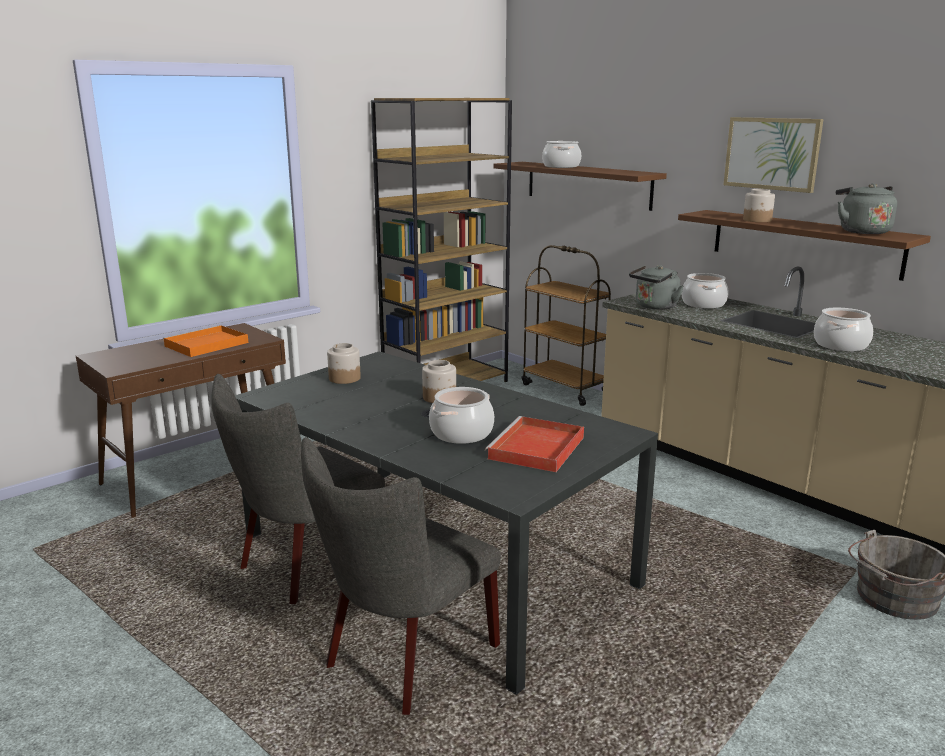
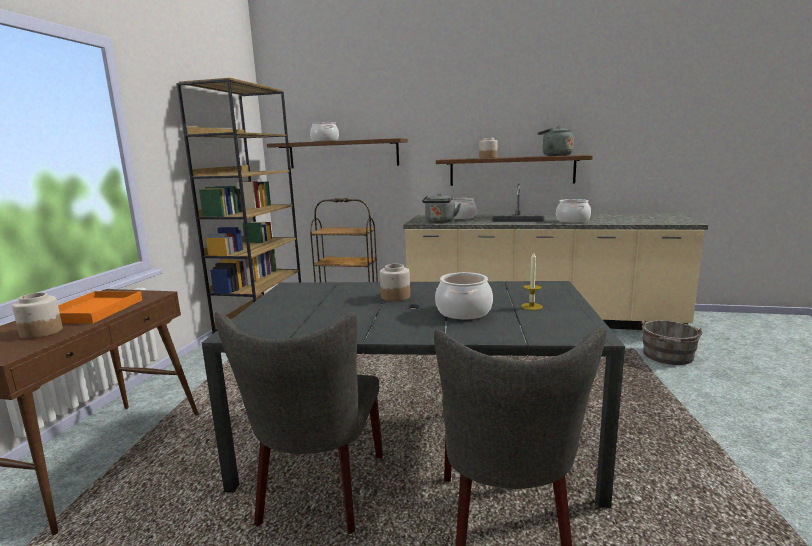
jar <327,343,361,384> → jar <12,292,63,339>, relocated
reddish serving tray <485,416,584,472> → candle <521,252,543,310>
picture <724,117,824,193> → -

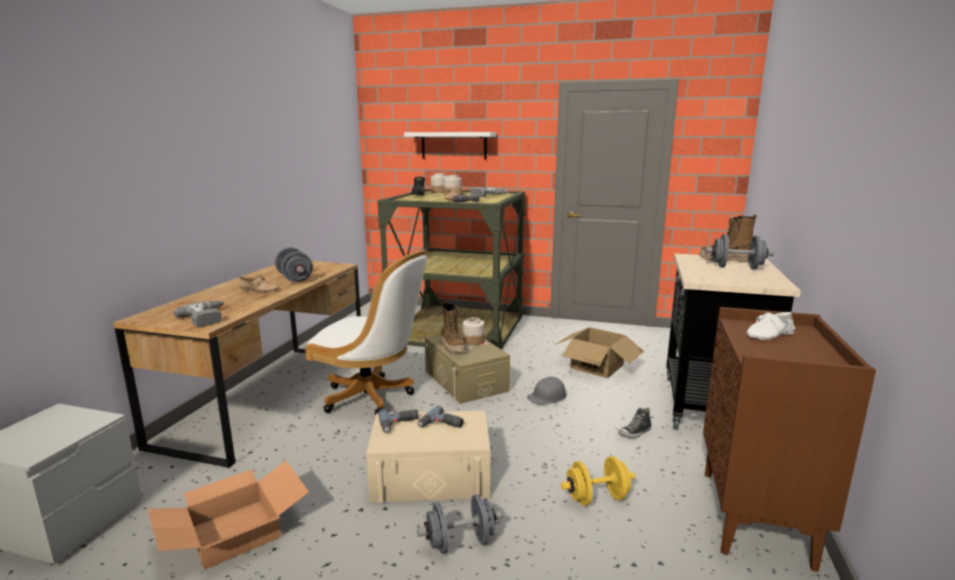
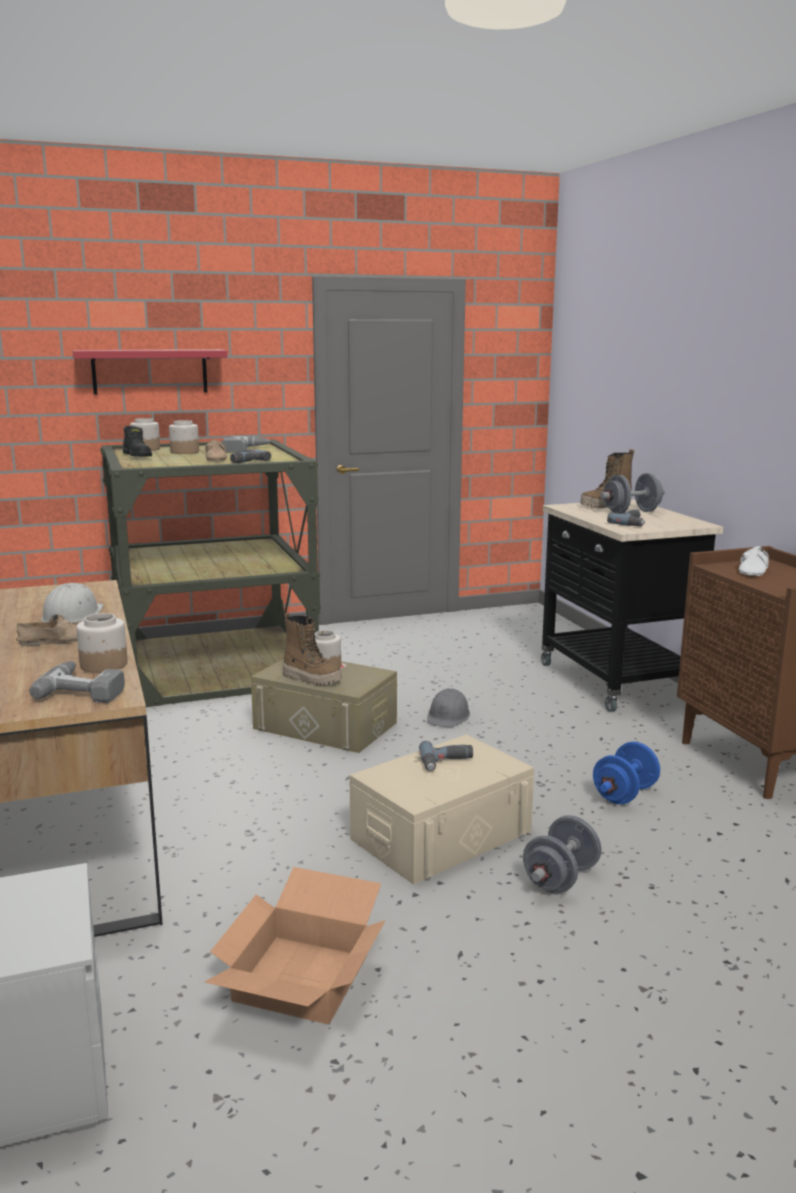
greyish dumbbell <275,247,313,282> → white-coloured safety helmet <41,583,104,623>
white-coloured bracket shelf <404,132,496,159> → reddish bracket shelf <73,349,227,395>
- → jar <76,613,128,673>
yellowish dumbbell <561,456,635,506> → blue dumbbell <593,742,660,804>
power drill <378,409,419,433> → power drill <607,509,645,527>, relocated
white-coloured computer chair <305,250,427,415> → -
packing box <554,327,644,378> → -
low shoe <618,407,651,438> → -

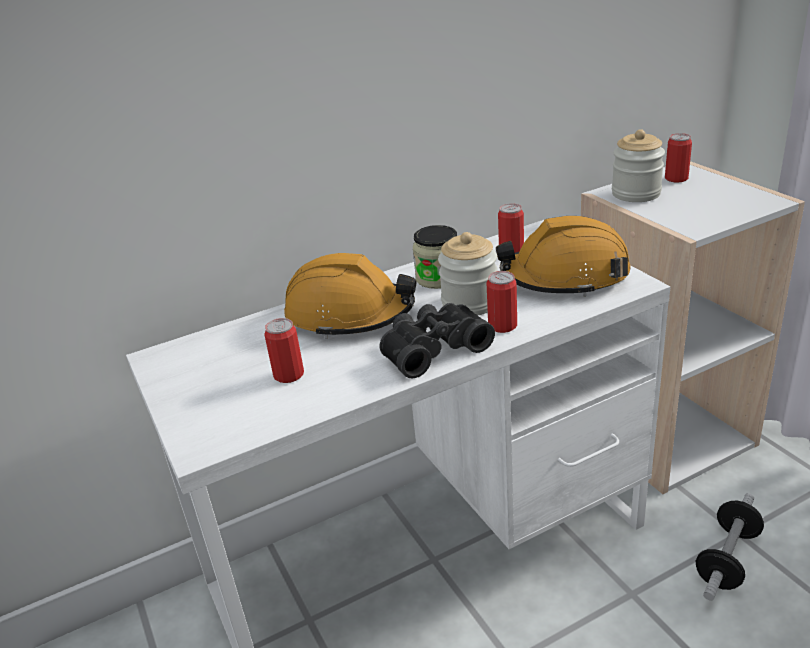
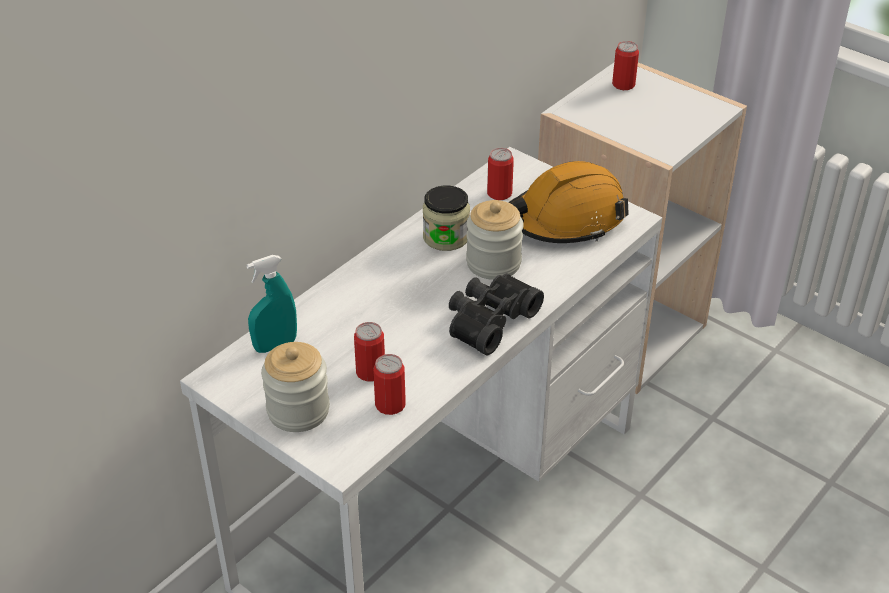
- → blue-green sprayer <246,255,297,353>
jar <612,129,665,202> → jar <261,342,330,432>, relocated
can <487,271,517,333> → can <373,354,406,415>, relocated
orangey safety helmet <284,253,416,339> → -
dumbbell <696,494,764,601> → -

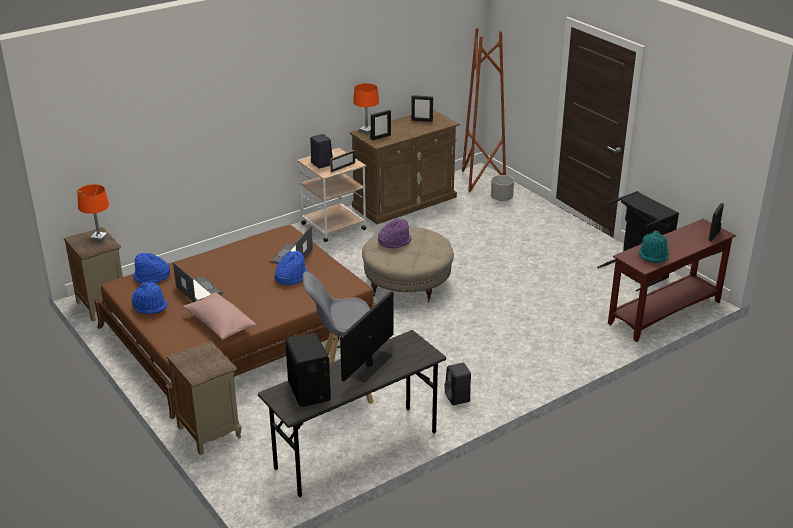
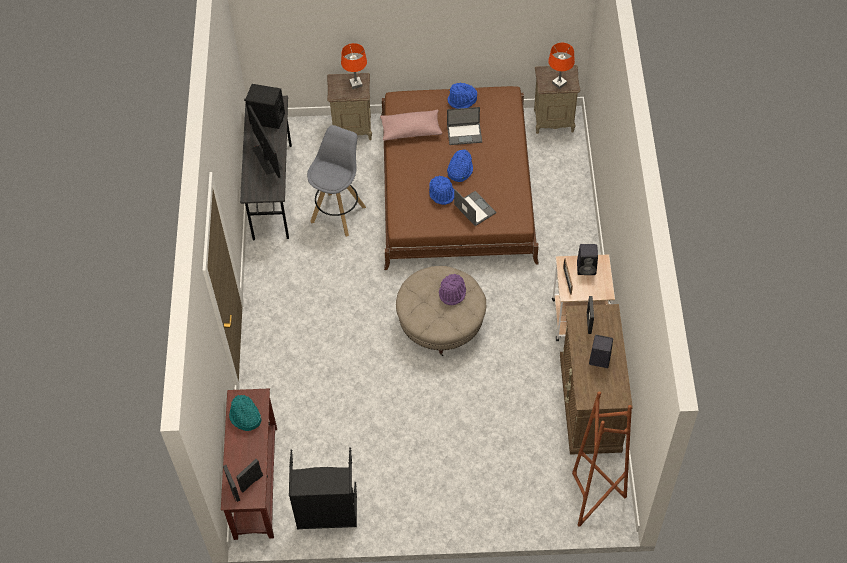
standing frame <411,95,433,122> → standing frame <236,459,263,492>, relocated
orangey lamp for a table <353,83,379,135> → orangey lamp for a table <341,43,367,89>, relocated
blue hat <133,253,170,284> → blue hat <447,149,473,182>, relocated
blackish loudspeaker <445,363,471,405> → blackish loudspeaker <589,335,613,368>, relocated
greyish flower pot <491,175,514,201> → -

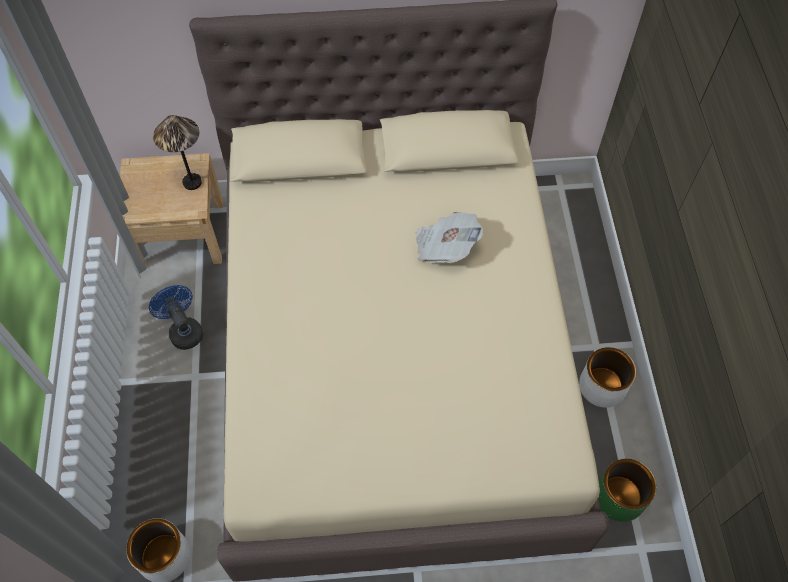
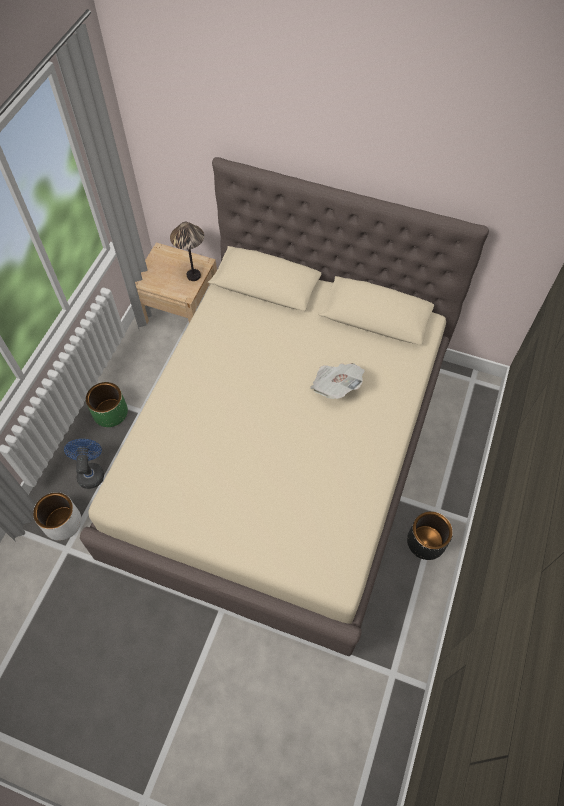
blue electric fan <149,285,203,350> → blue electric fan <64,439,104,489>, relocated
greenish flower pot <598,459,656,522> → greenish flower pot <86,382,128,427>, relocated
white-coloured flower pot <579,347,636,408> → blackish flower pot <407,511,453,560>

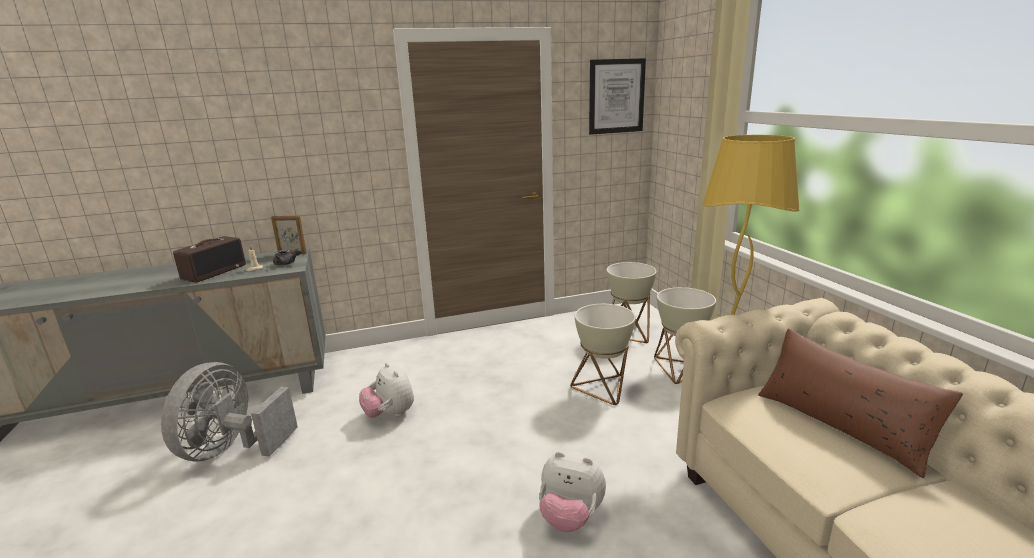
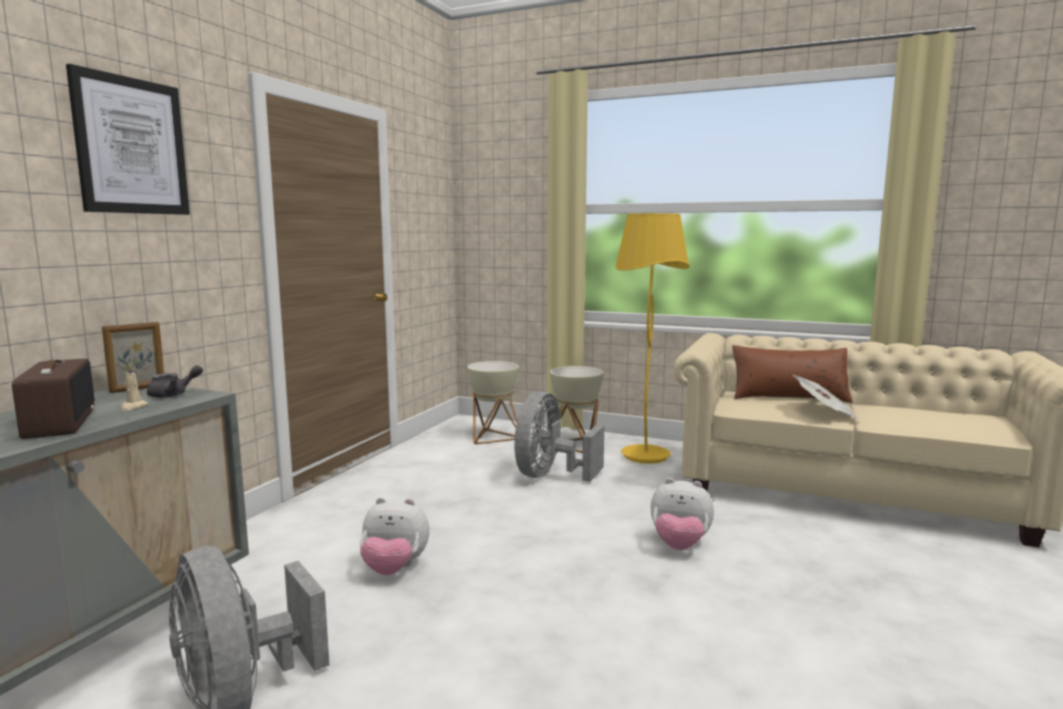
picture <589,58,646,135> → picture <66,64,190,215>, relocated
flower pot <570,304,636,405> → greyish electric fan <514,391,604,482>
plush toy <539,451,606,532> → plush toy <650,478,714,550>, 45 degrees clockwise
- → printed paper <793,375,859,419>

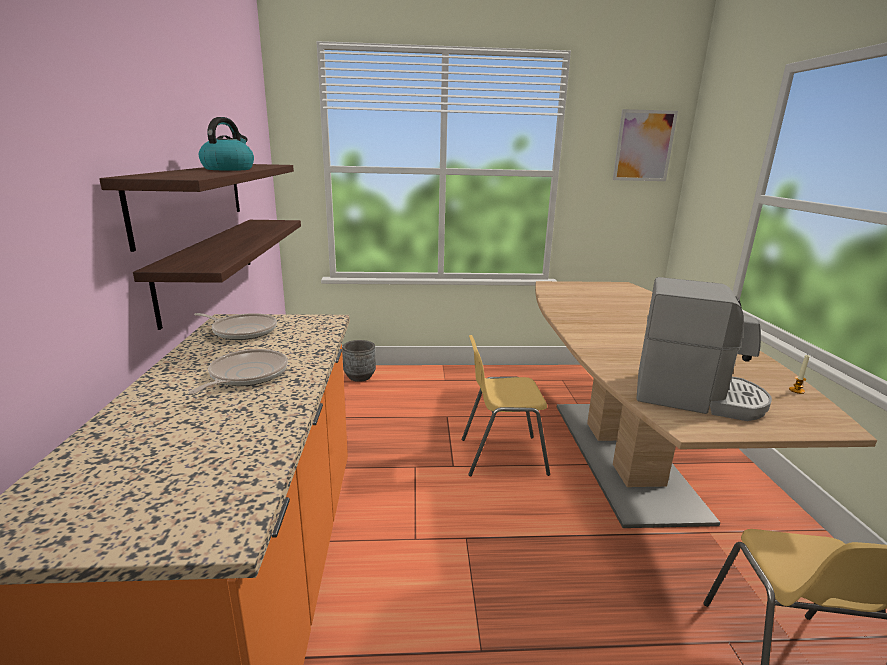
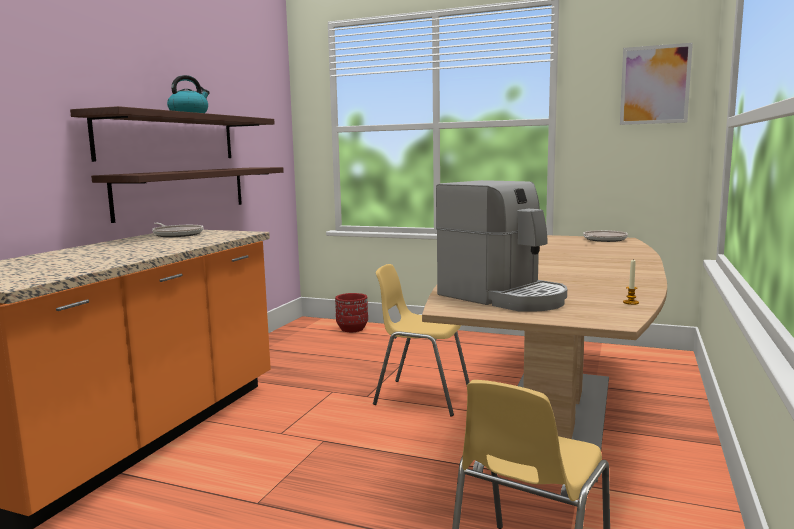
greyish flower pot <342,340,376,382> → reddish flower pot <335,293,368,332>
frying pan <188,349,288,395> → frying pan <583,230,628,242>, relocated

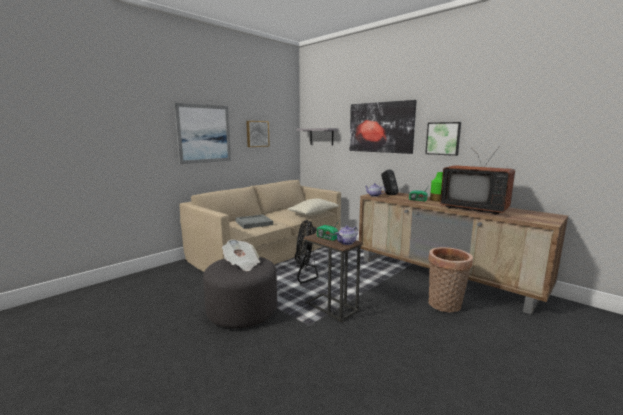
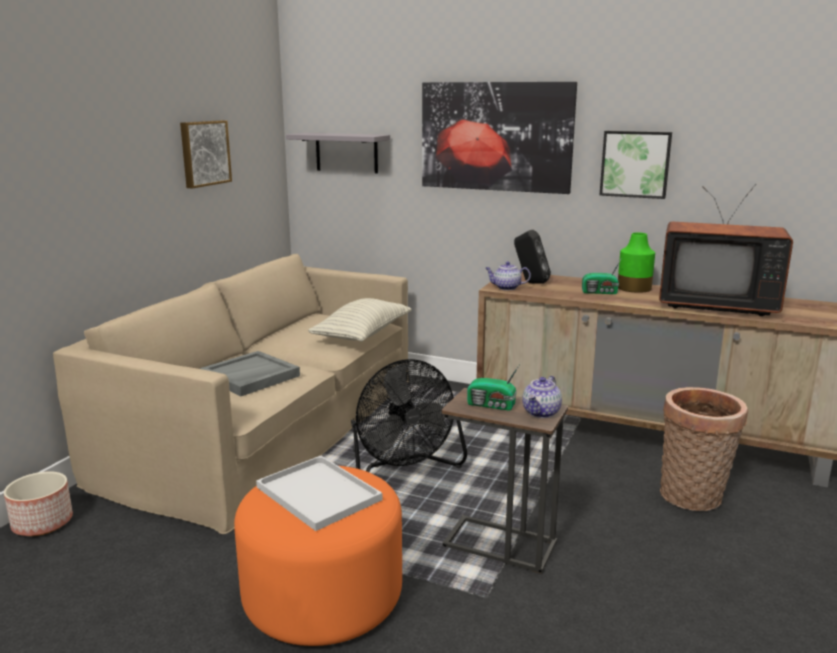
- → flower pot <4,471,73,536>
greyish footrest <203,257,277,329> → orangey footrest <234,466,402,646>
printed paper <222,239,261,271> → white-coloured serving tray <256,455,382,531>
blackish electric fan <295,220,335,284> → blackish electric fan <351,359,467,472>, 90 degrees counterclockwise
picture <174,103,231,164> → -

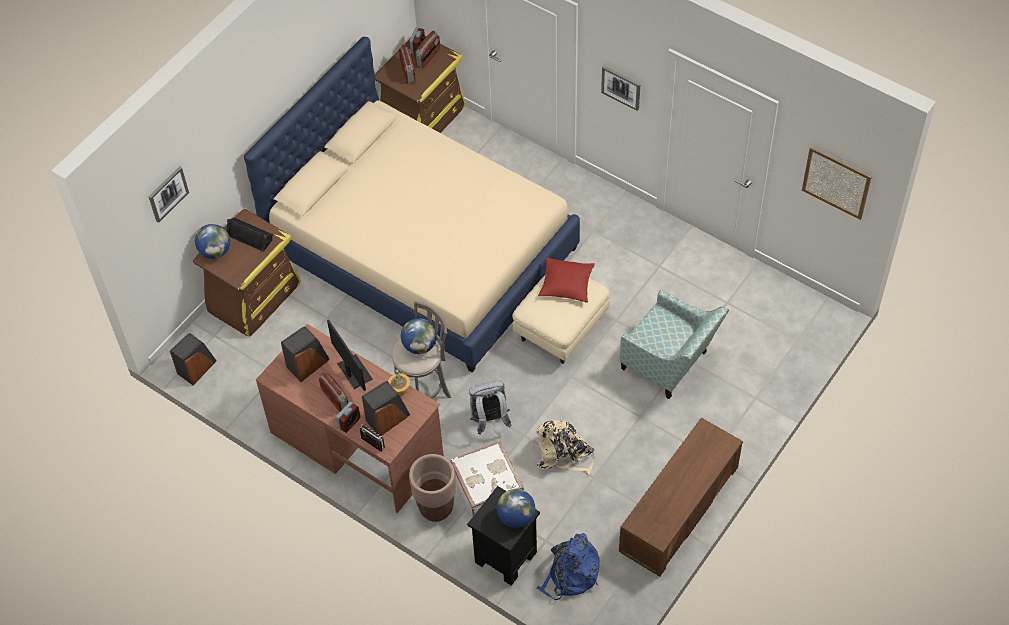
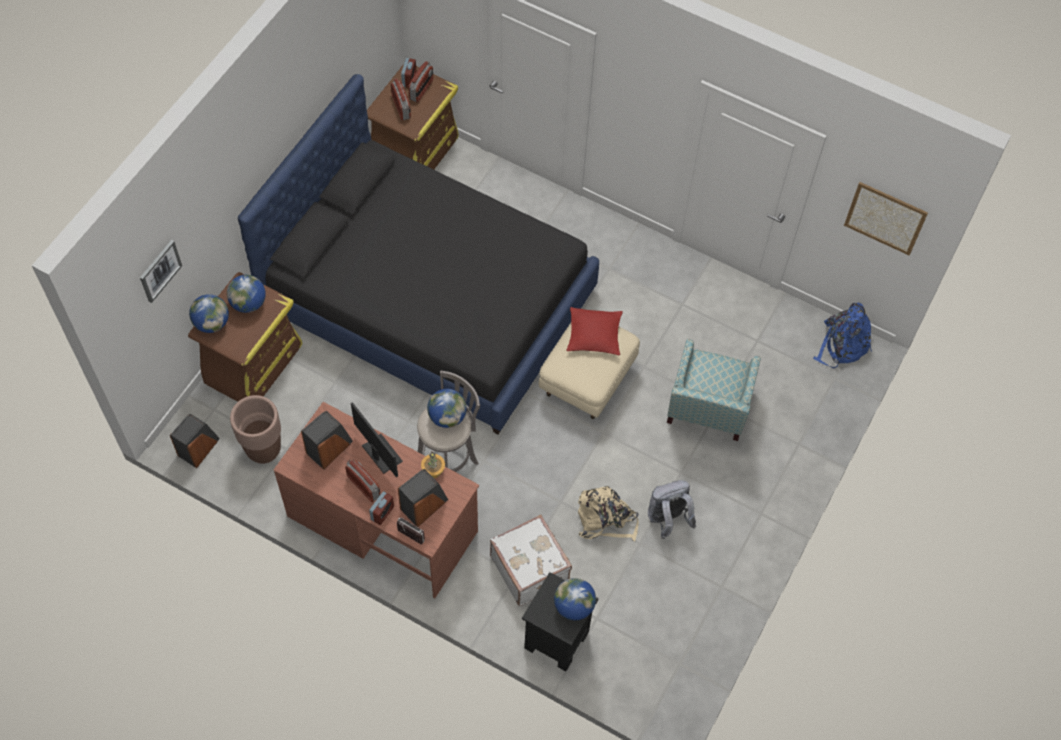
blackish loudspeaker <226,218,273,252> → desk globe <227,275,266,313>
brownish flower pot <409,454,456,522> → brownish flower pot <230,395,281,464>, relocated
sand-coloured sleeping bed <244,37,580,372> → blackish sleeping bed <238,74,599,434>
greyish rucksack <469,381,512,435> → greyish rucksack <648,480,696,539>, relocated
armchair <620,289,729,399> → armchair <667,339,761,441>, 75 degrees clockwise
blue rucksack <537,533,600,600> → blue rucksack <813,303,872,368>, relocated
picture <601,66,641,111> → -
brownish indoor bench <619,418,743,577> → -

